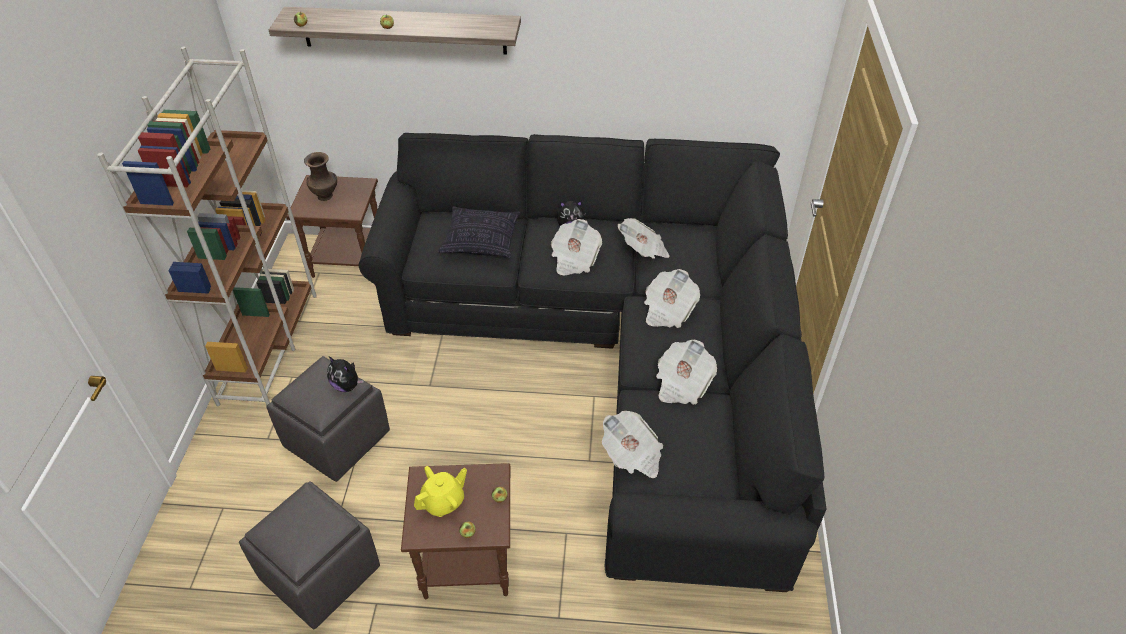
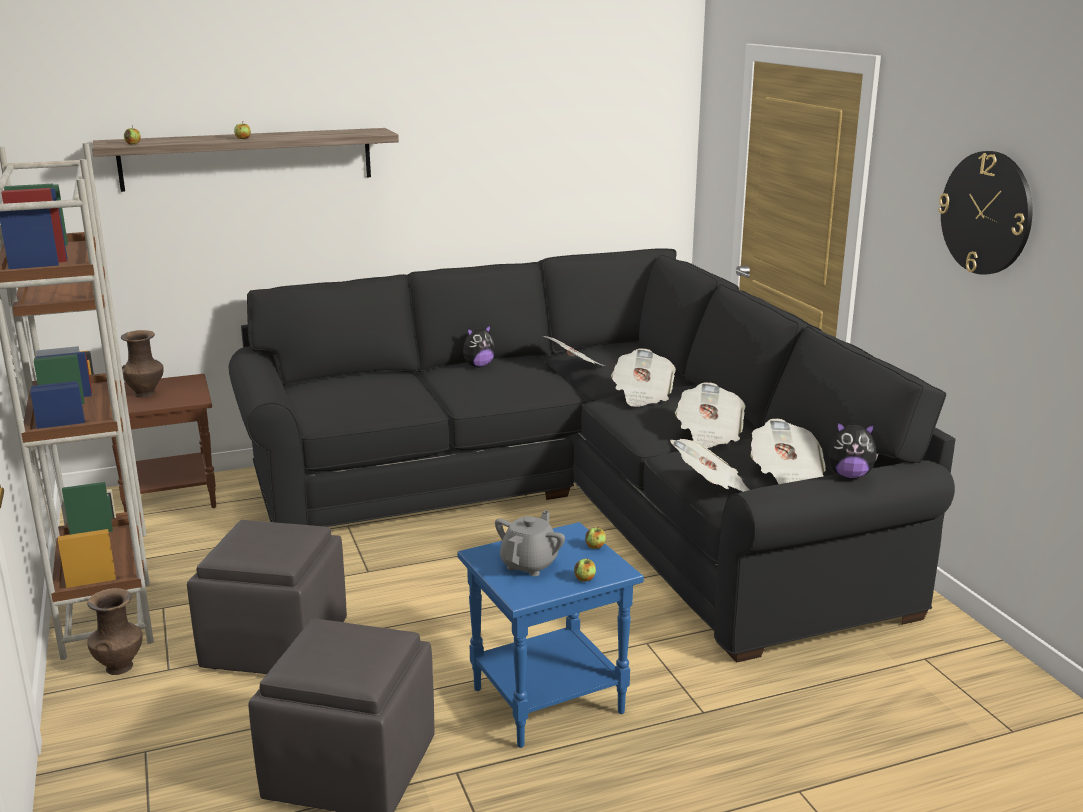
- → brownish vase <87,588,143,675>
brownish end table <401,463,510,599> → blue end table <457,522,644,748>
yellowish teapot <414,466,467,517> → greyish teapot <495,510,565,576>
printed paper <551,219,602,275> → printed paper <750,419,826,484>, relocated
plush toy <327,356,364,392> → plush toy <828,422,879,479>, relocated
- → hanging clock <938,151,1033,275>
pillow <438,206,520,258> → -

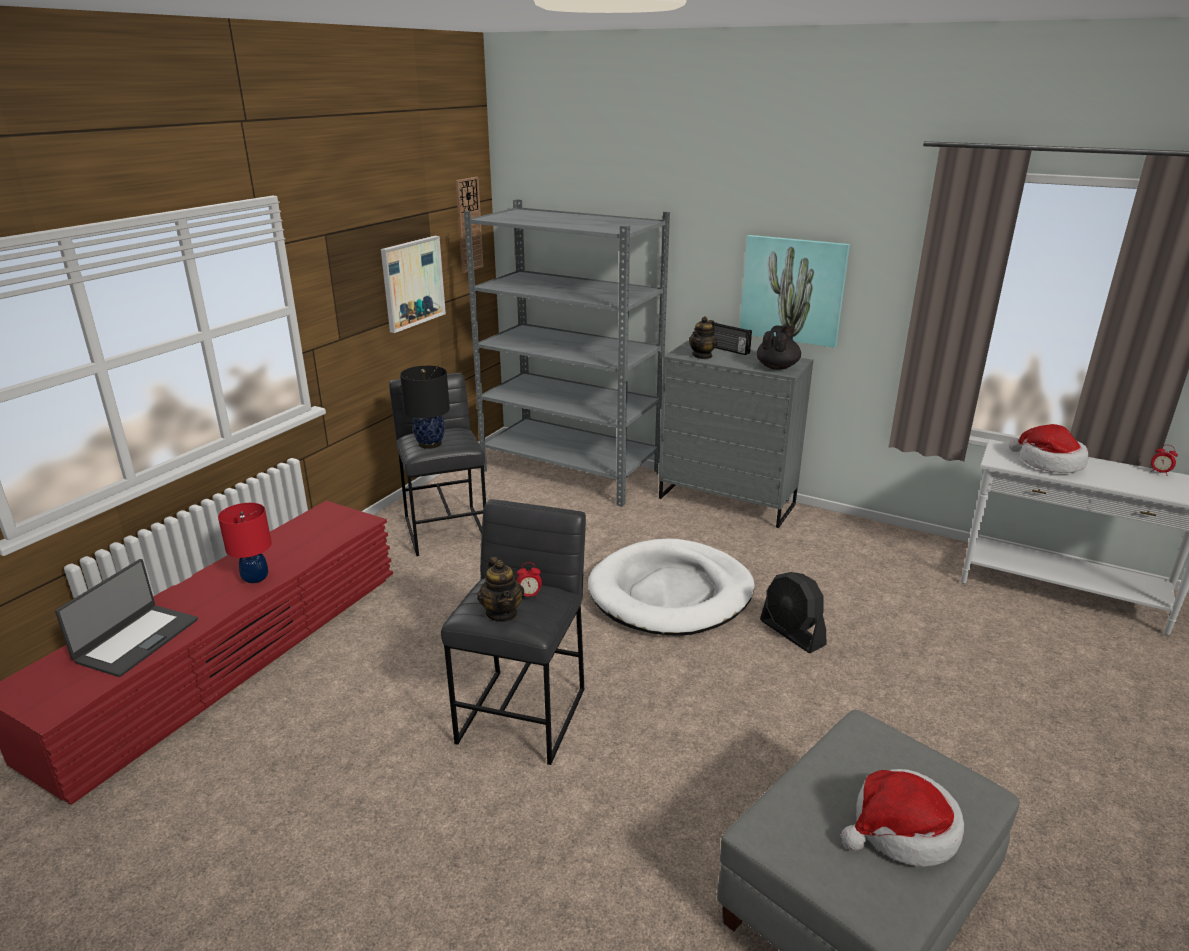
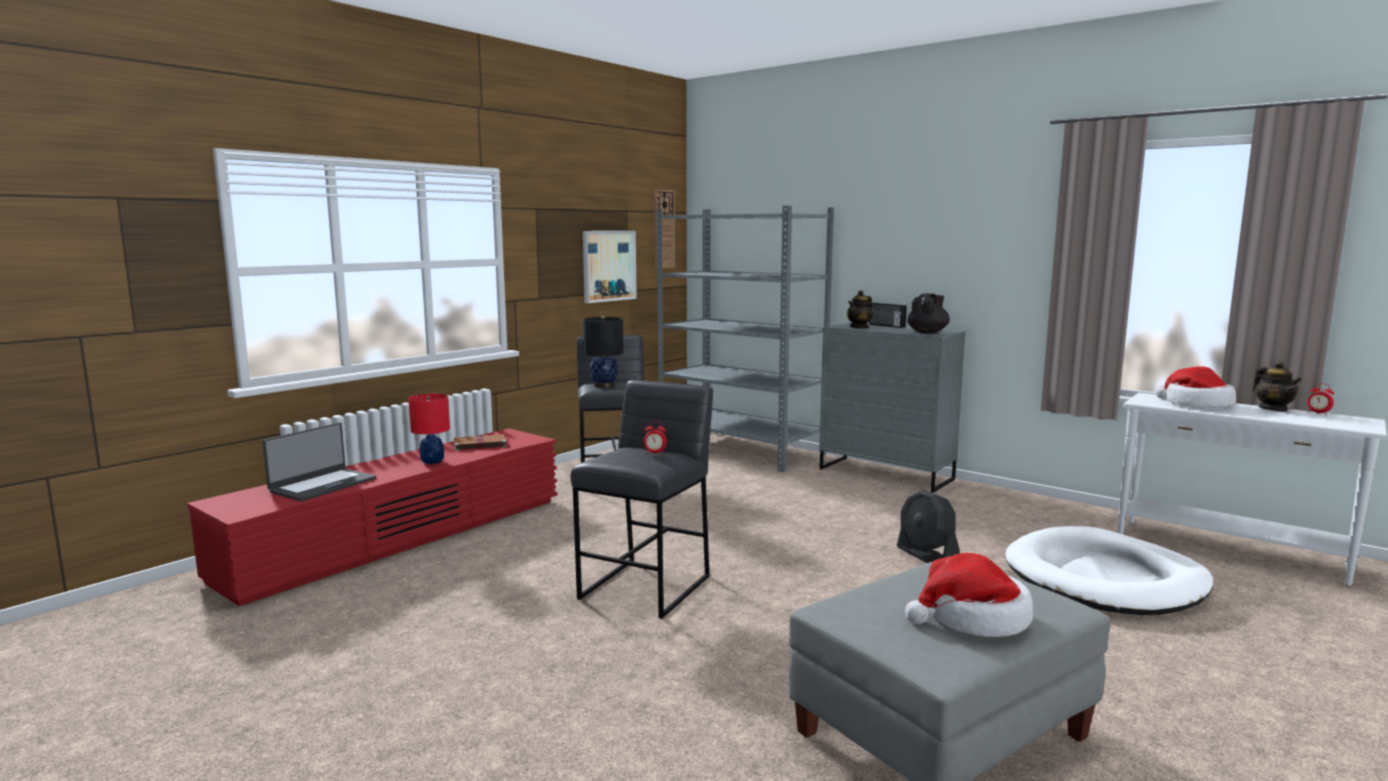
- → brownish book <450,434,507,451>
white-coloured dog bed <588,539,755,636> → white-coloured dog bed <1005,526,1214,615>, relocated
teapot <477,557,524,622> → teapot <1253,361,1302,412>, relocated
picture <740,235,850,348> → -

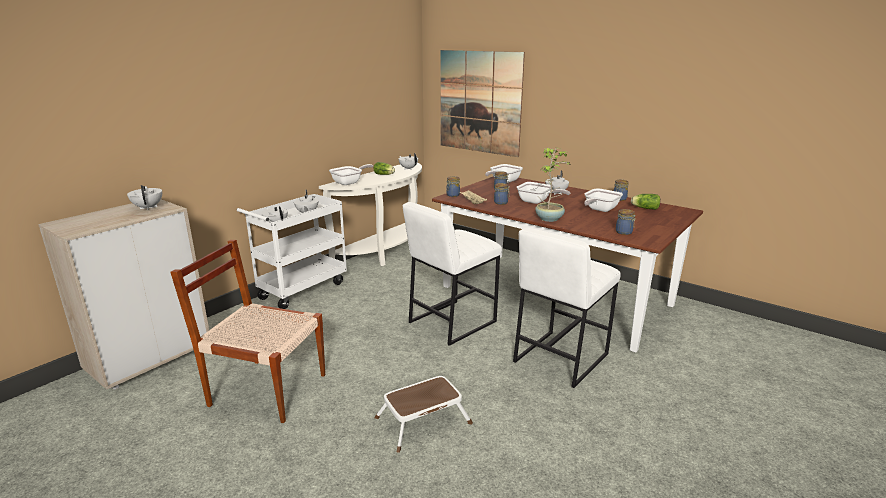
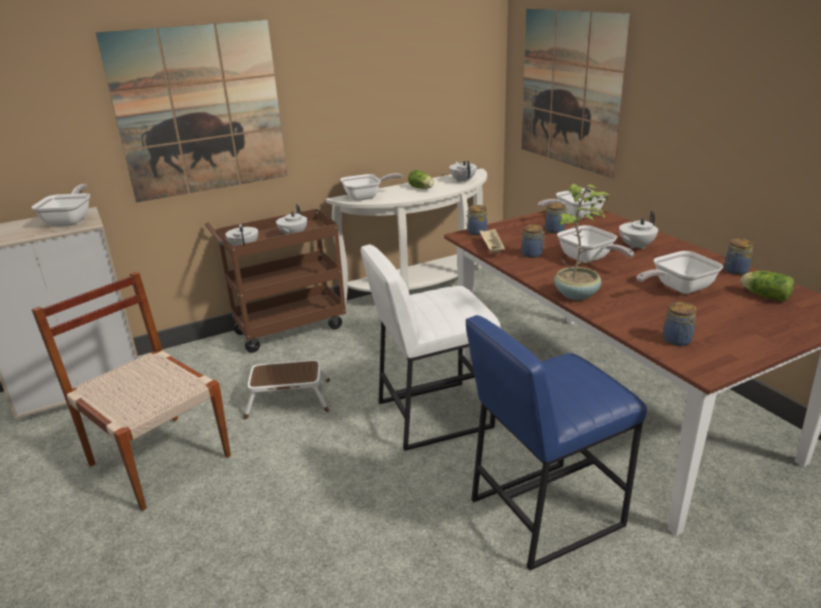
white-coloured teapot <127,185,162,210> → frying pan <31,184,90,226>
- → picture <96,20,288,203>
white-coloured cart <237,194,347,309> → brownish cart <205,209,346,353>
brownish step stool <374,376,473,453> → brownish step stool <243,360,331,420>, relocated
white-coloured upright chair <513,228,621,388> → blue upright chair <466,315,647,571>

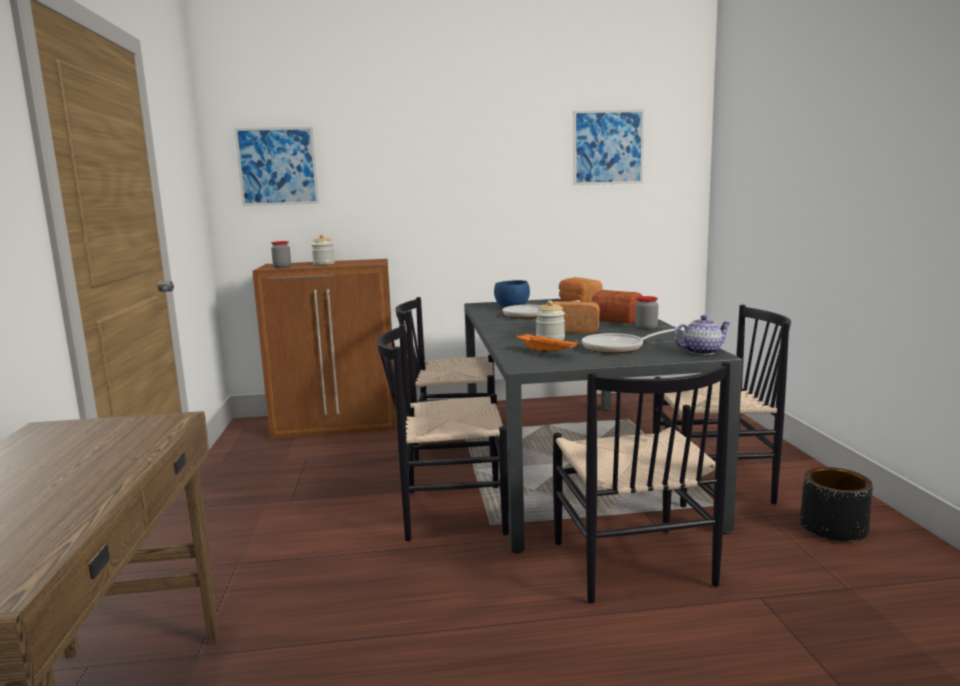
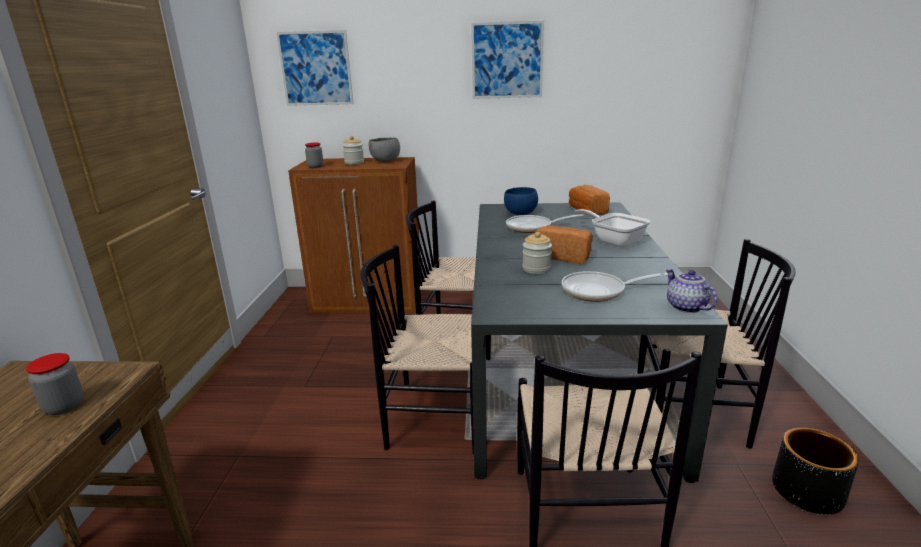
jar <635,296,658,330> → jar <26,353,84,415>, relocated
- → greyish deep dish <368,137,400,162>
picture <573,109,644,185> → picture <471,21,544,99>, relocated
bread <592,290,642,323> → frying pan <575,209,650,247>
teapot <674,315,730,355> → teapot <666,269,717,313>, 105 degrees counterclockwise
orangey serving tray <516,334,578,353> → -

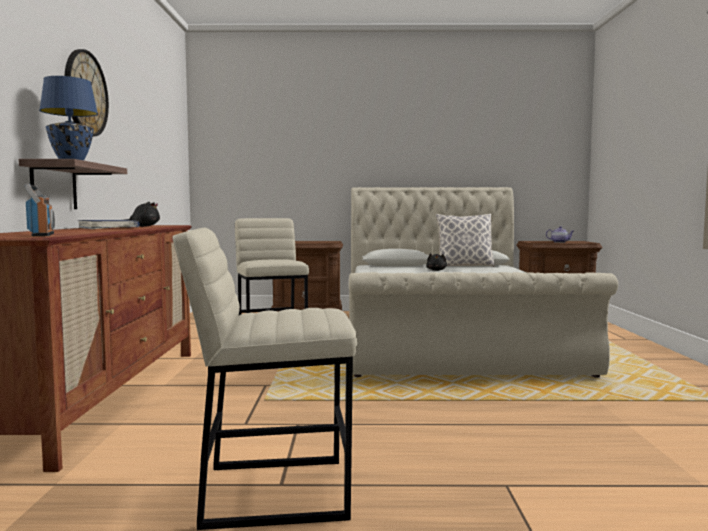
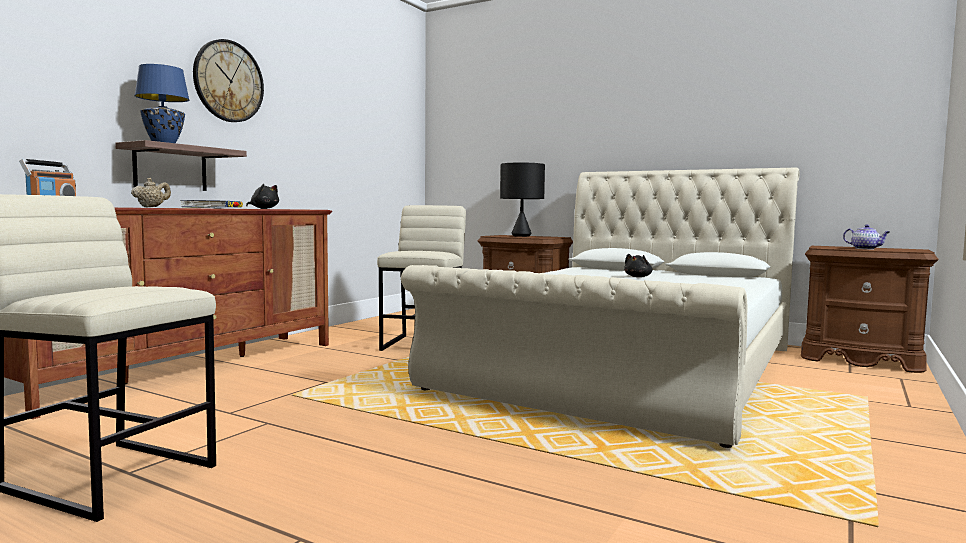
- → sand-coloured teapot <131,178,171,208>
- → blackish lamp for a table <500,163,545,237>
pillow <436,214,495,267> → -

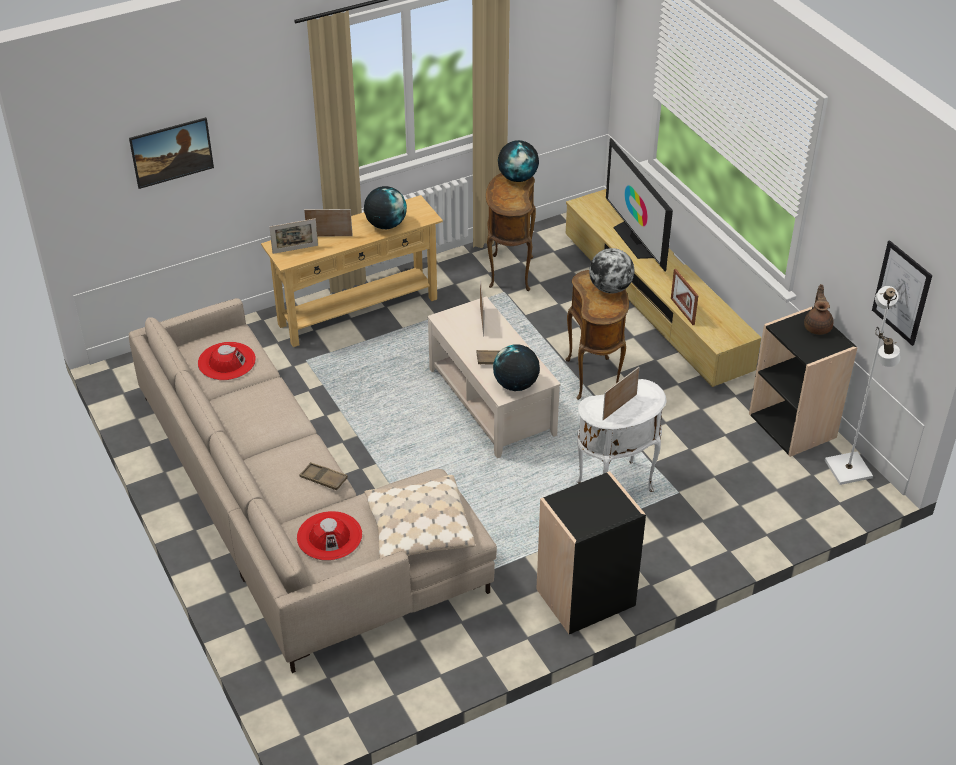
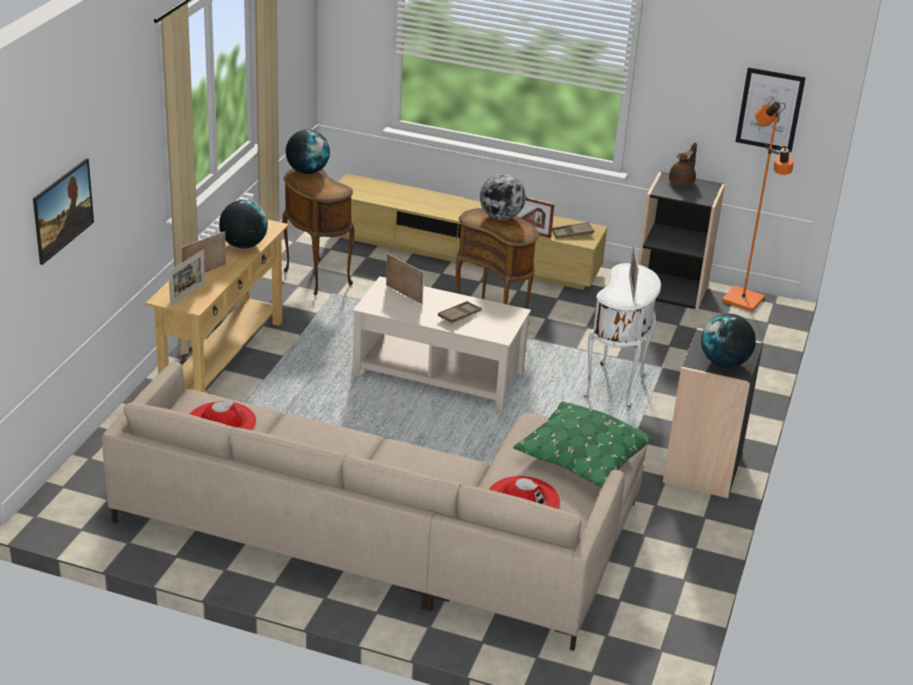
sand-coloured pillow <365,475,475,559> → greenish pillow <513,401,653,488>
brownish serving tray <299,462,348,490> → brownish serving tray <552,222,594,238>, relocated
brownish teapot <804,284,833,335> → brownish teapot <669,143,697,185>, 75 degrees clockwise
desk globe <493,344,540,391> → desk globe <701,314,756,368>, relocated
white-coloured floor lamp <825,286,900,485> → orangey floor lamp <721,102,794,312>
TV <606,138,673,271> → -

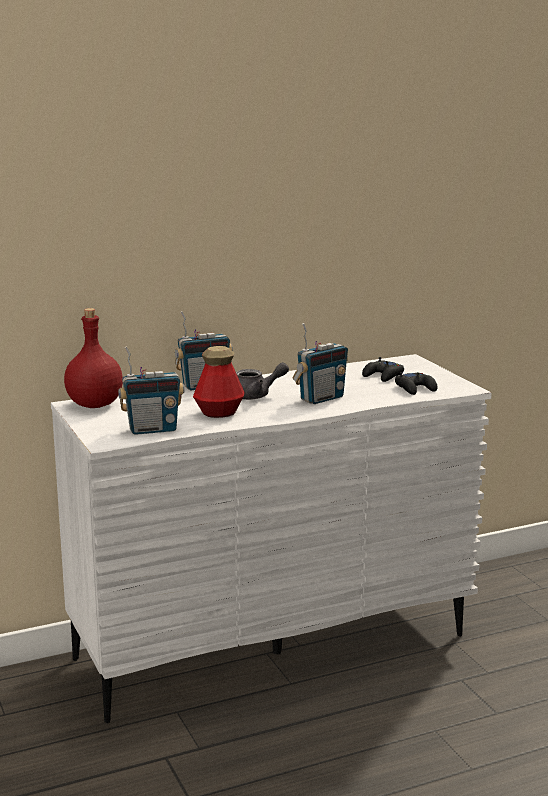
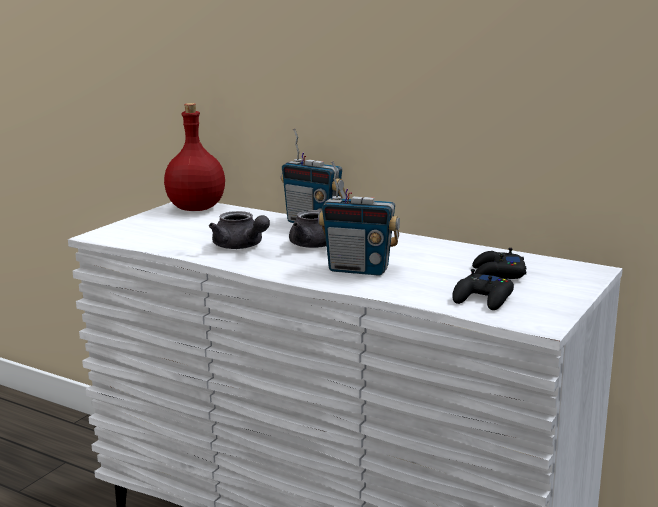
bottle <193,346,245,418> → greyish teapot <209,211,270,249>
radio <118,346,184,435> → -

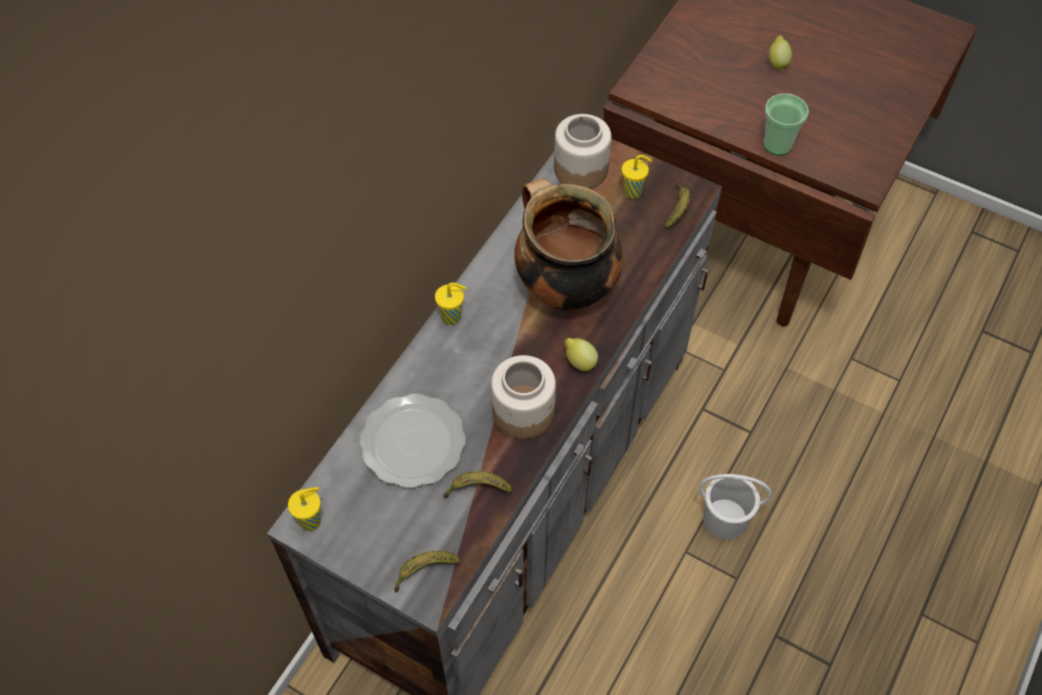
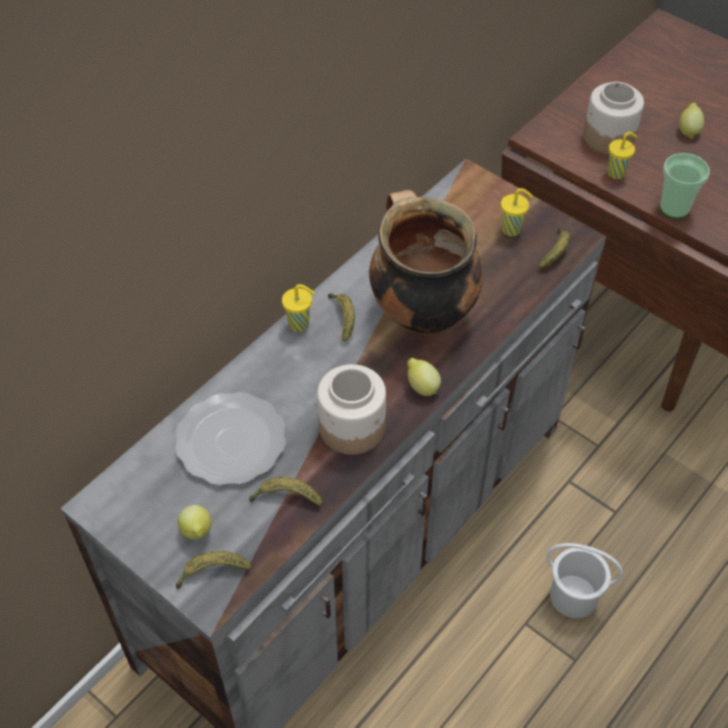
- → whole lemon <178,505,212,540>
- → banana <328,293,355,342>
jar <554,114,611,189> → jar <583,82,644,154>, relocated
yellowish drinking cup <288,487,321,531> → yellowish drinking cup <607,132,637,179>, relocated

